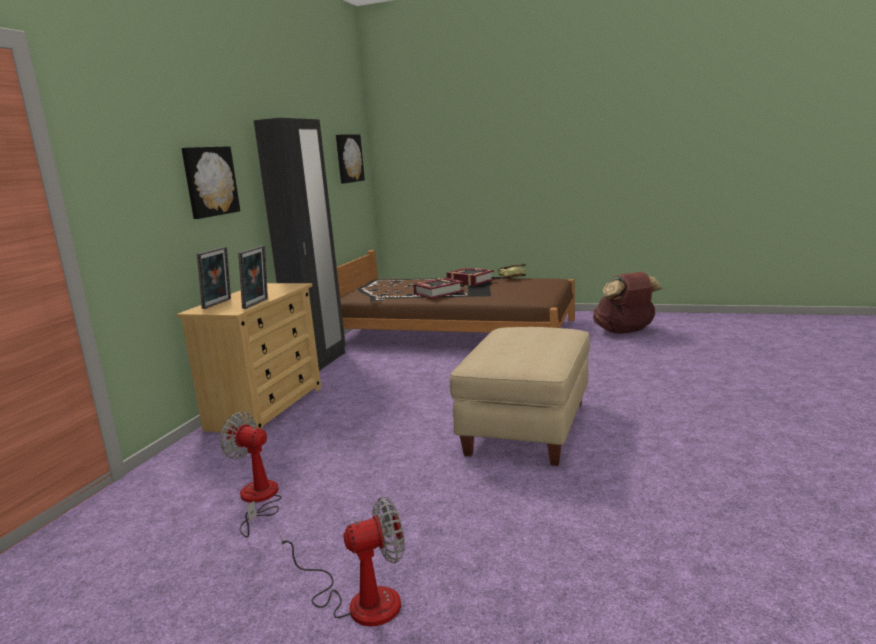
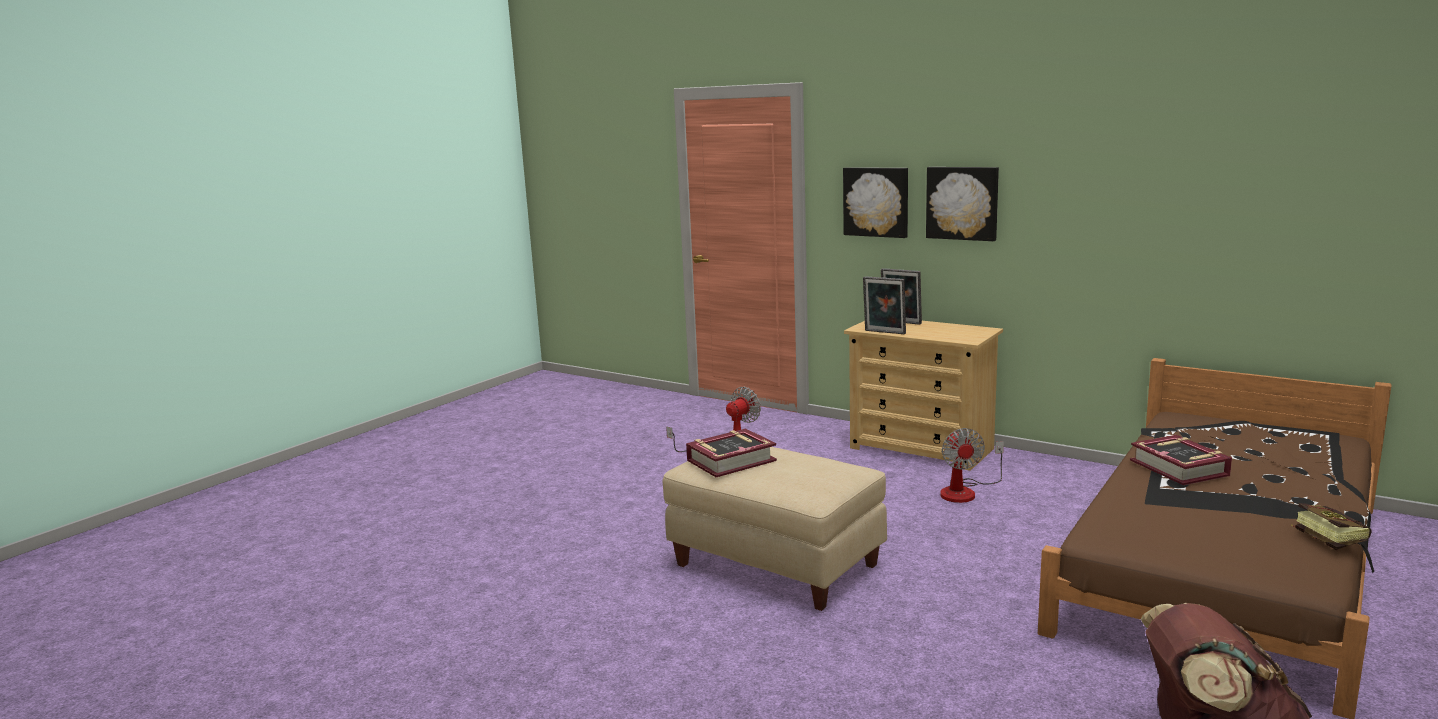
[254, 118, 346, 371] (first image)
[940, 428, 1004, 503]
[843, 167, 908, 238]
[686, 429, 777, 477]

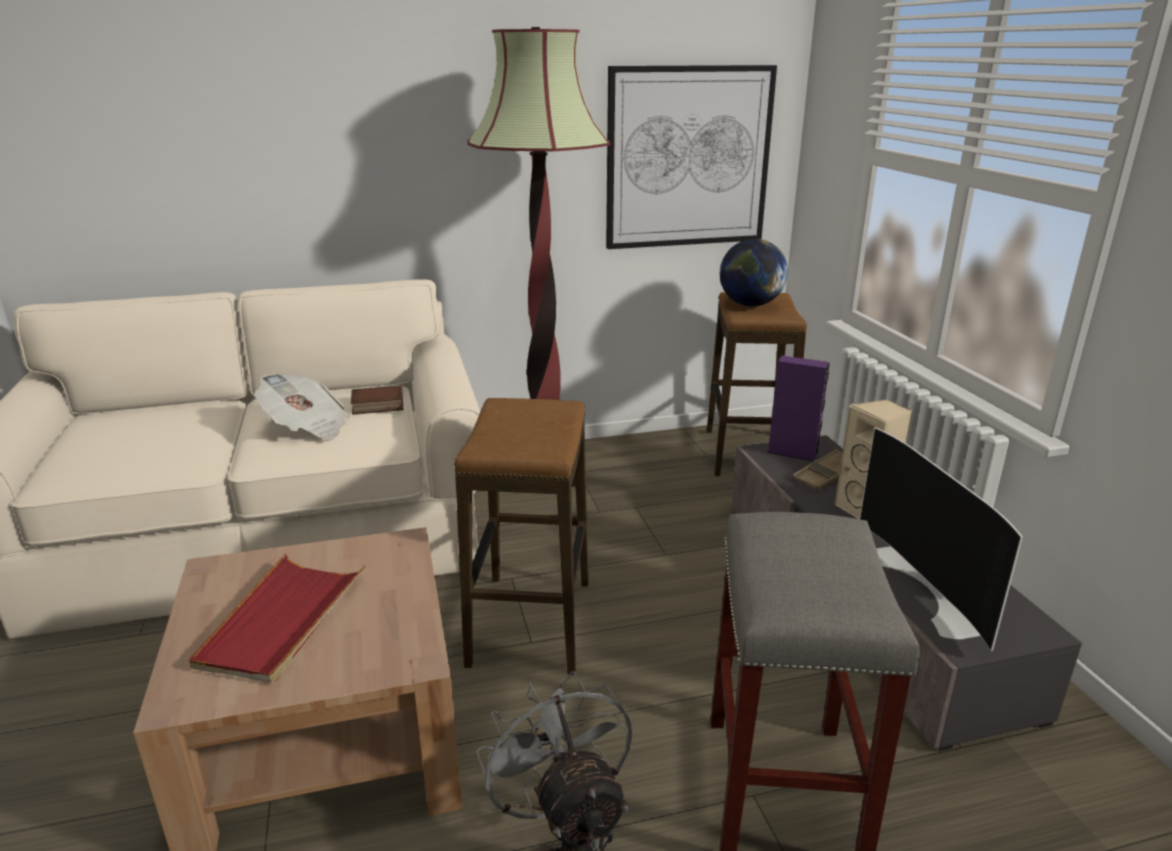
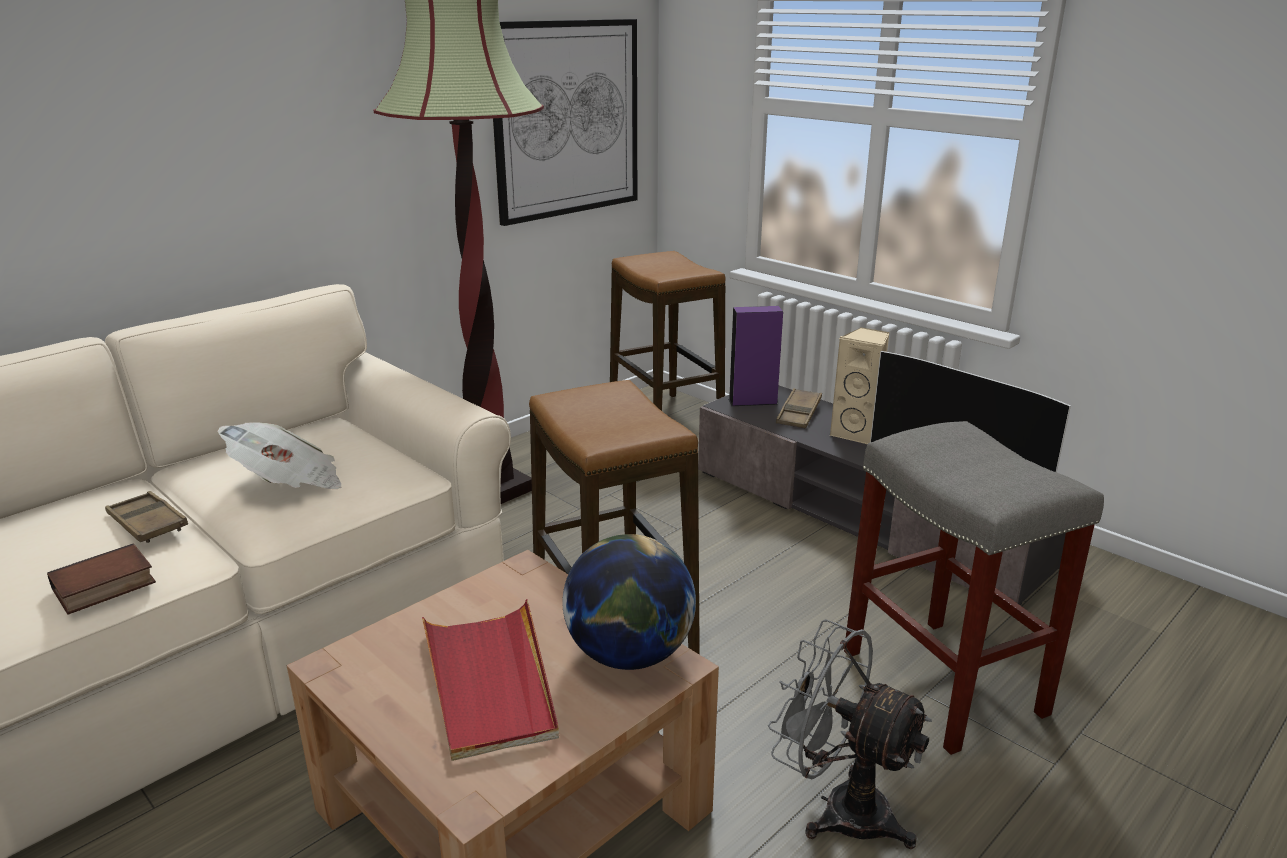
[47, 544, 156, 615]
[562, 534, 696, 670]
[105, 491, 188, 543]

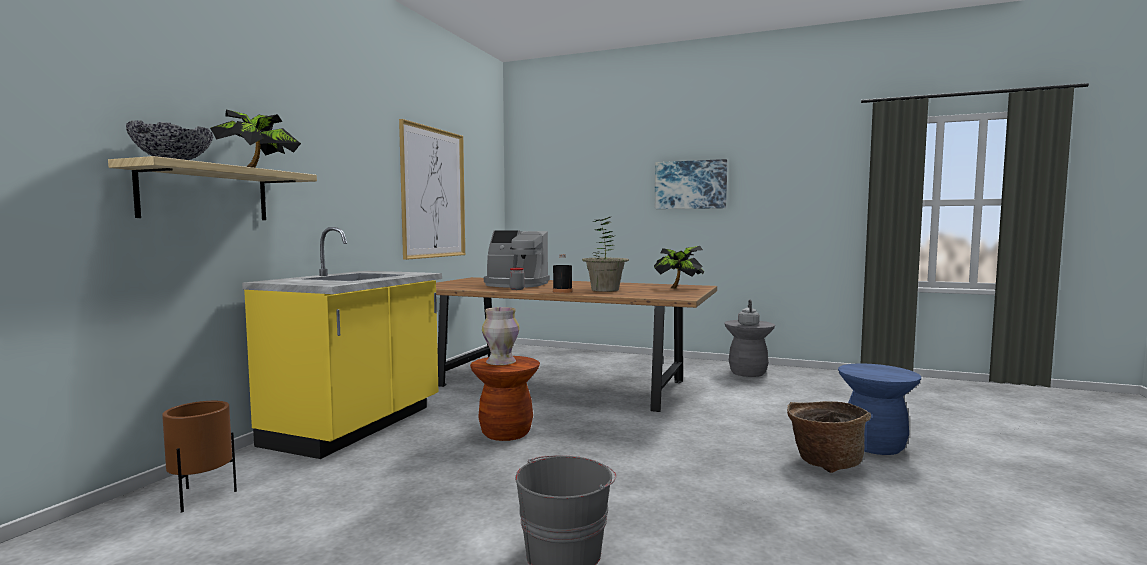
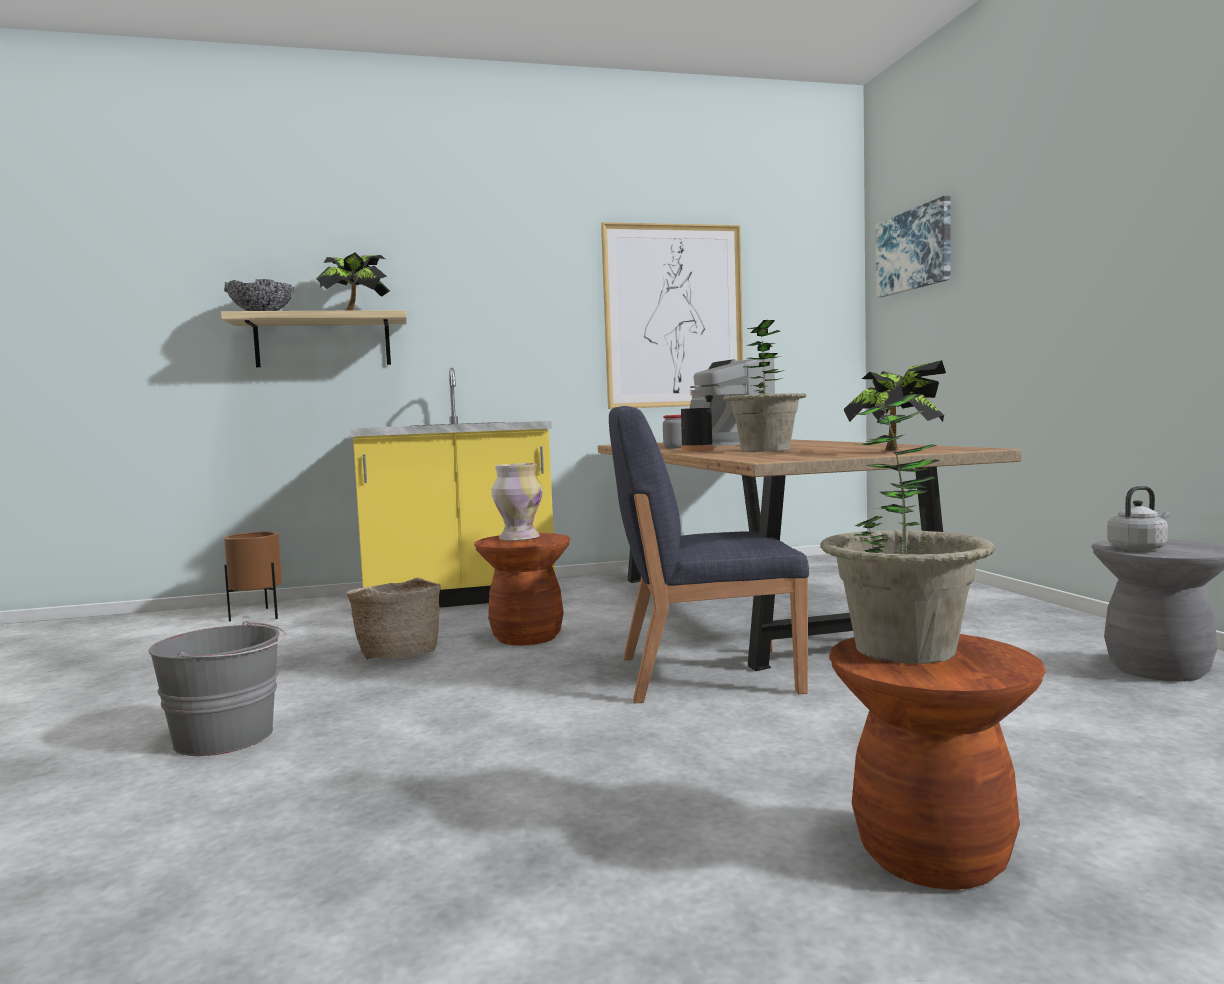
[876, 196, 951, 297]
[346, 578, 441, 659]
[829, 634, 1046, 890]
[609, 406, 809, 703]
[820, 394, 995, 664]

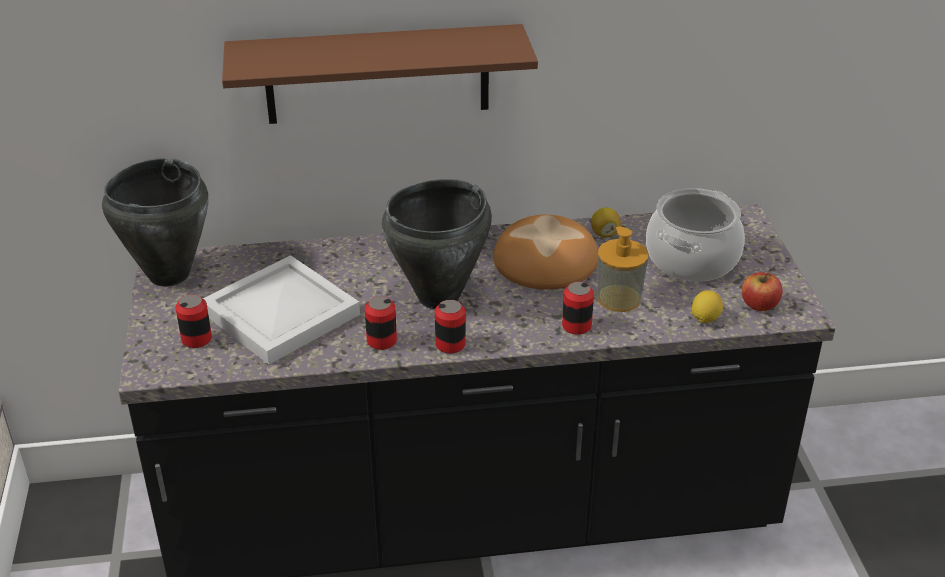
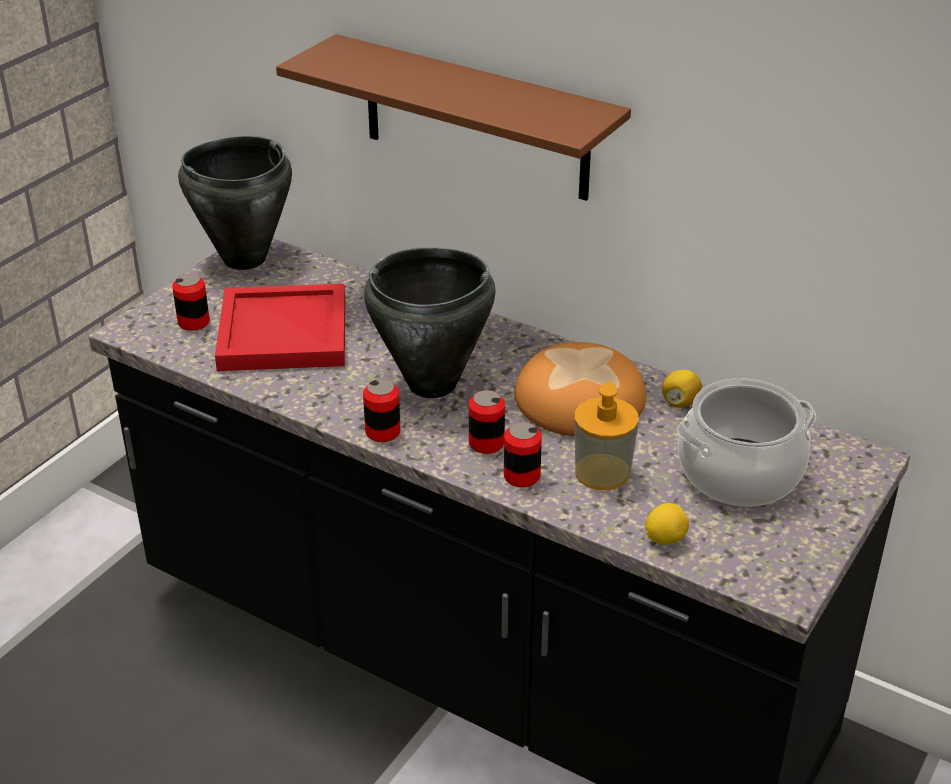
[215, 284, 345, 371]
[469, 390, 505, 454]
[742, 272, 783, 311] (first image)

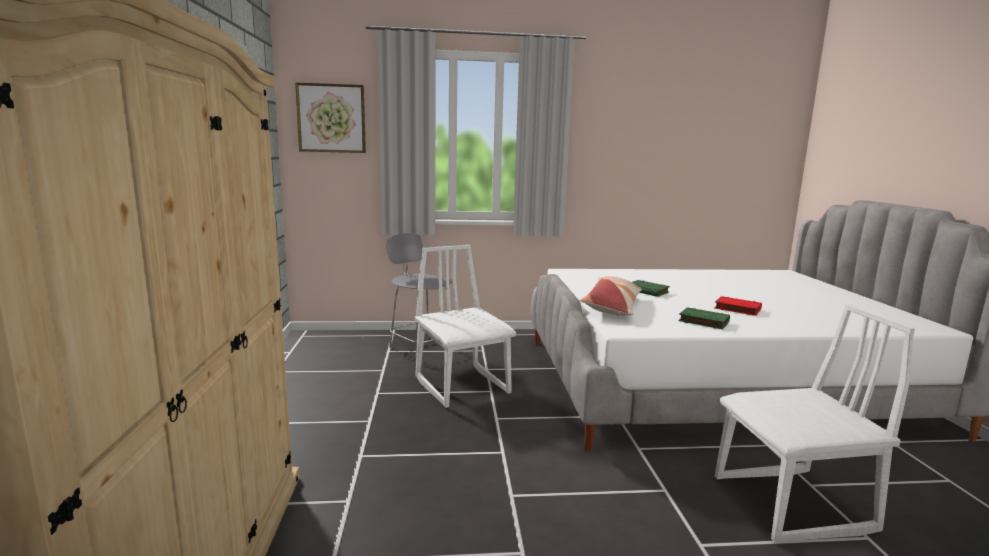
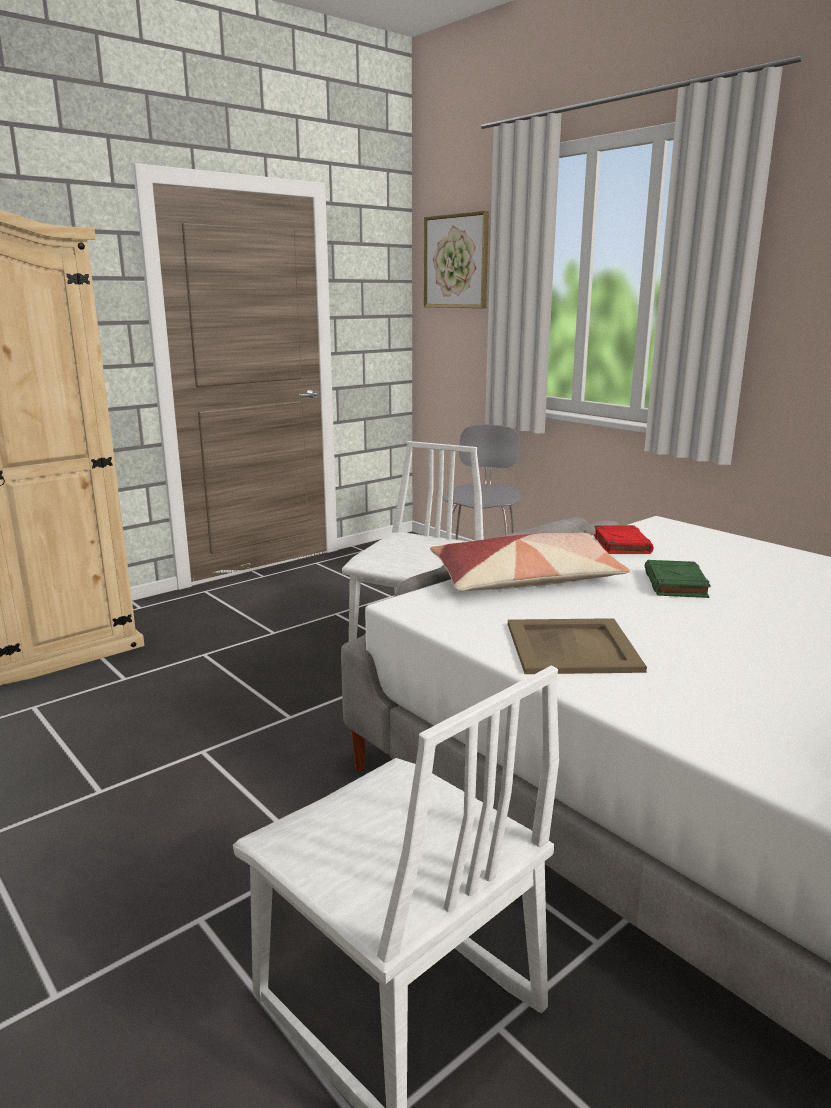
[508, 618, 647, 674]
[594, 525, 654, 554]

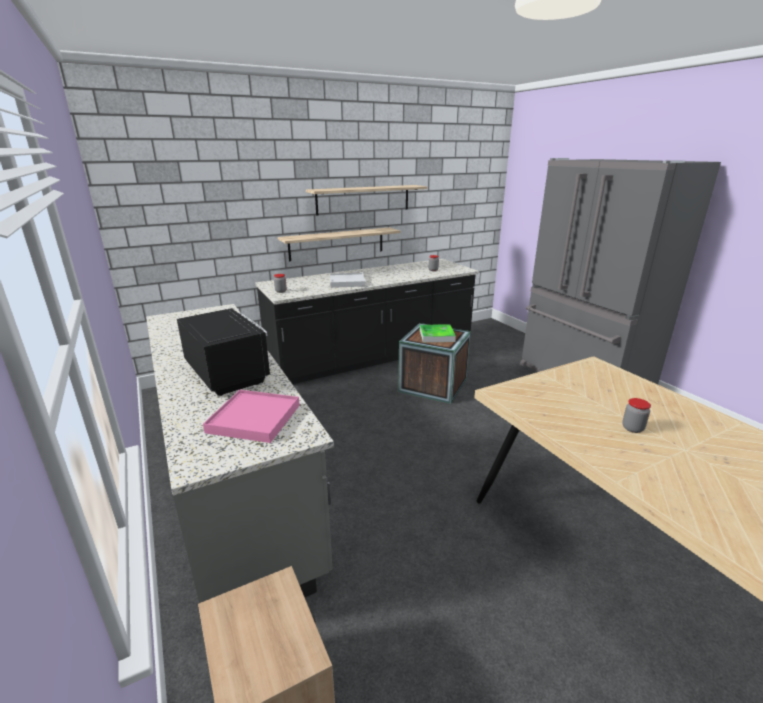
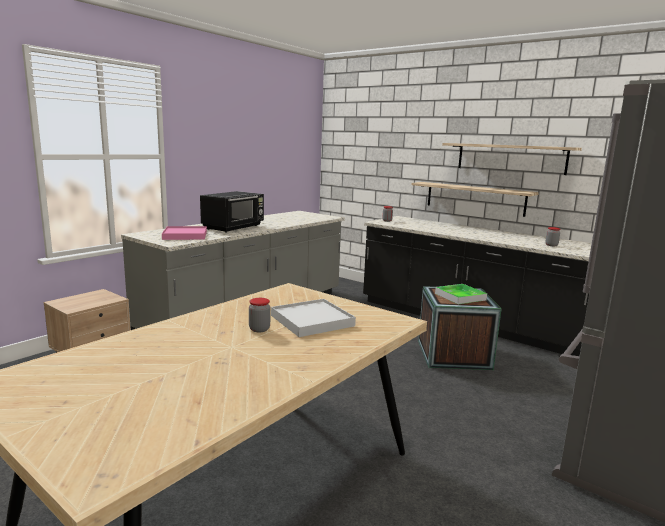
[271, 299, 356, 337]

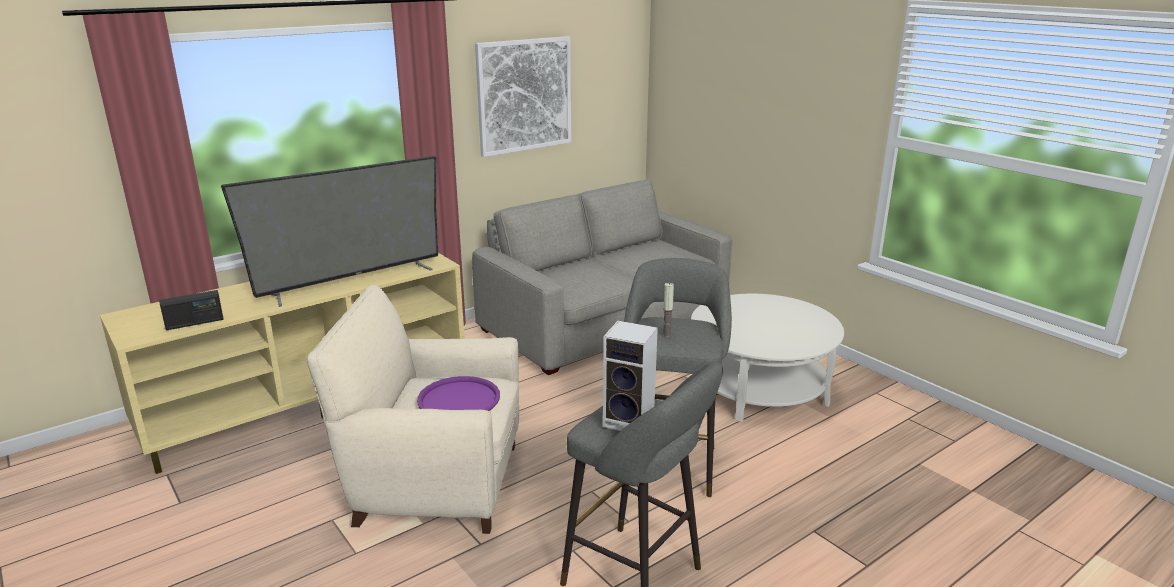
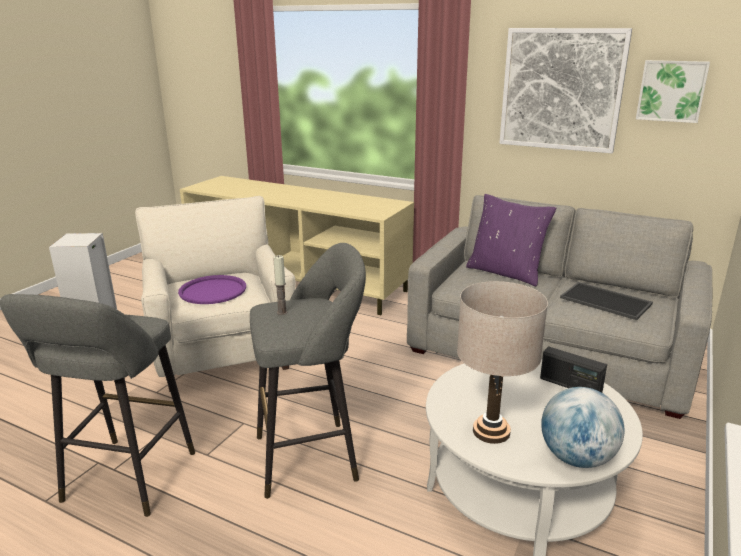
[540, 346, 607, 393]
[221, 156, 438, 307] (first image)
[457, 281, 548, 444]
[466, 194, 556, 286]
[541, 387, 625, 468]
[560, 282, 653, 320]
[636, 60, 710, 123]

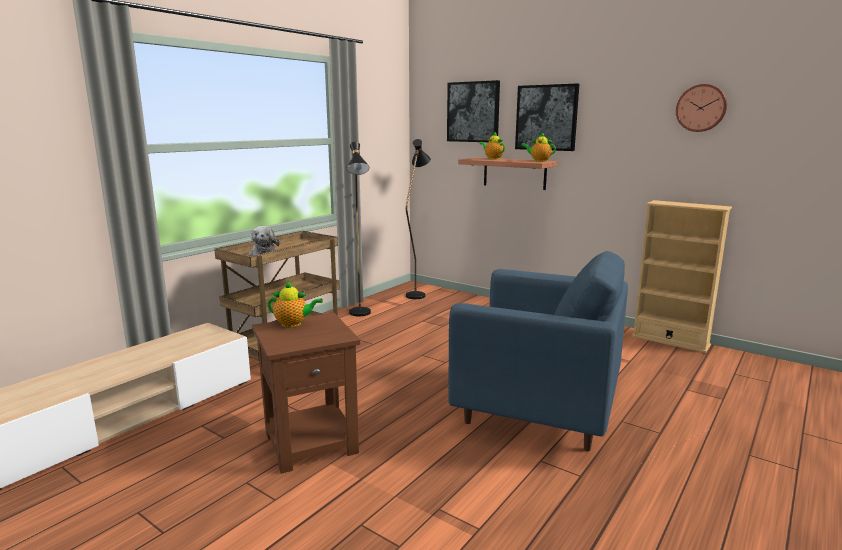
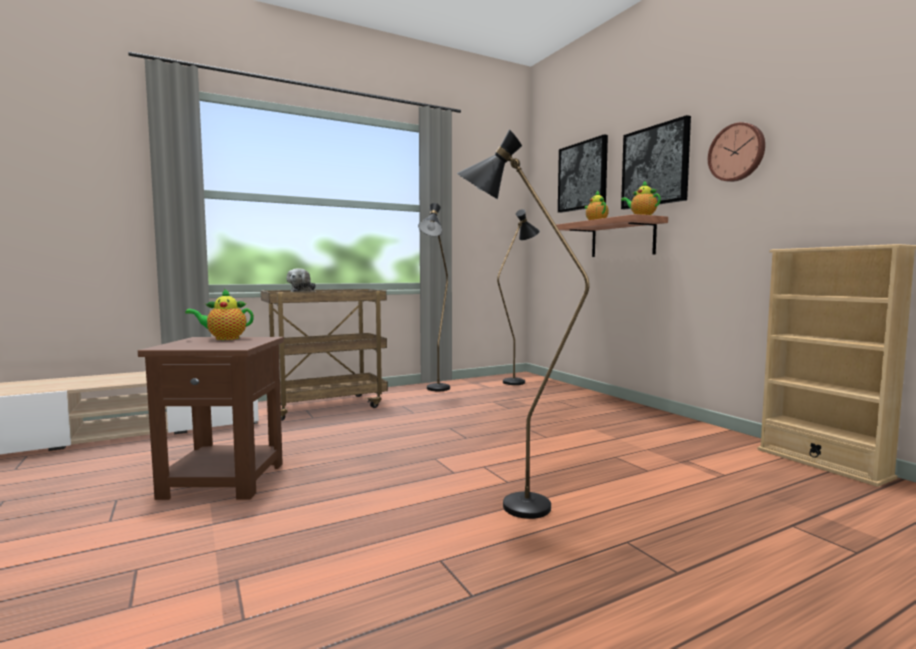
[185, 289, 254, 340]
[457, 129, 590, 519]
[708, 122, 765, 182]

